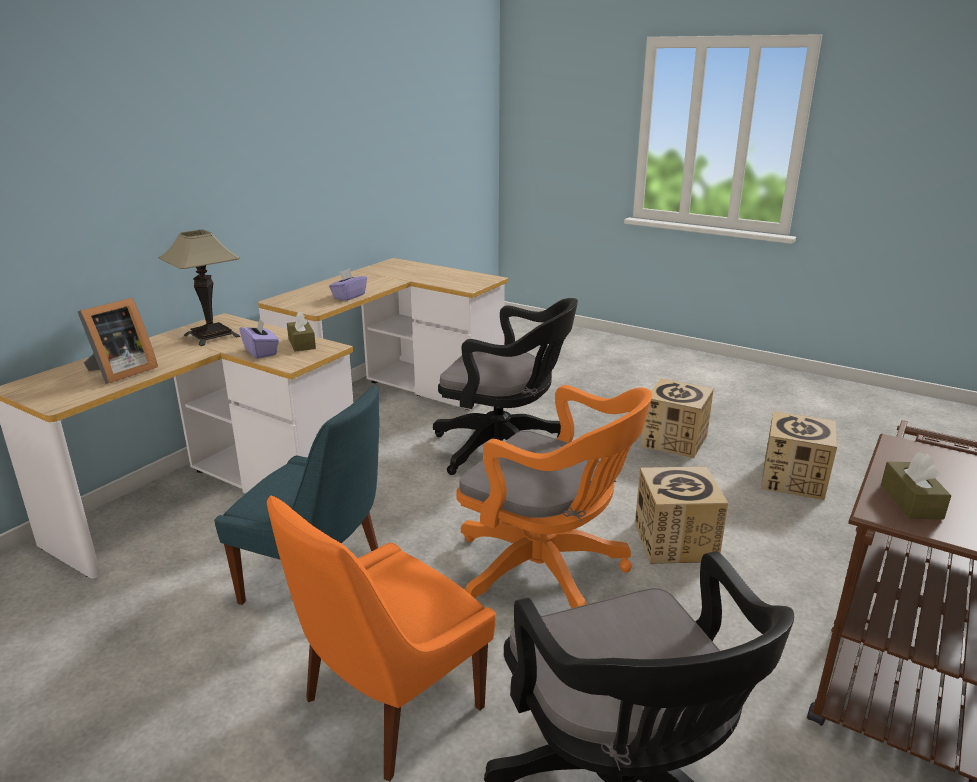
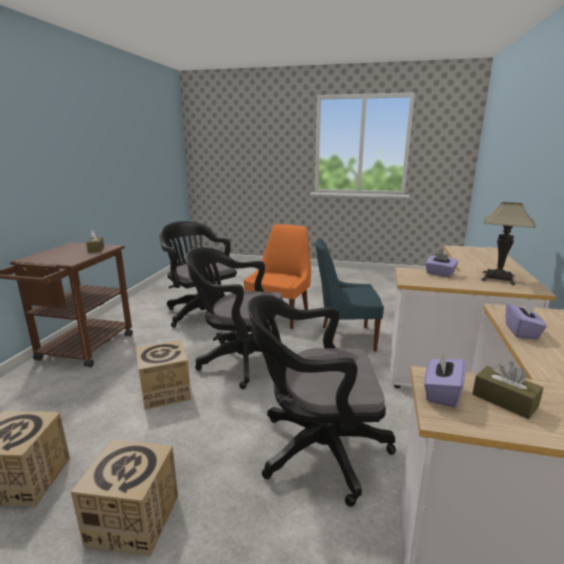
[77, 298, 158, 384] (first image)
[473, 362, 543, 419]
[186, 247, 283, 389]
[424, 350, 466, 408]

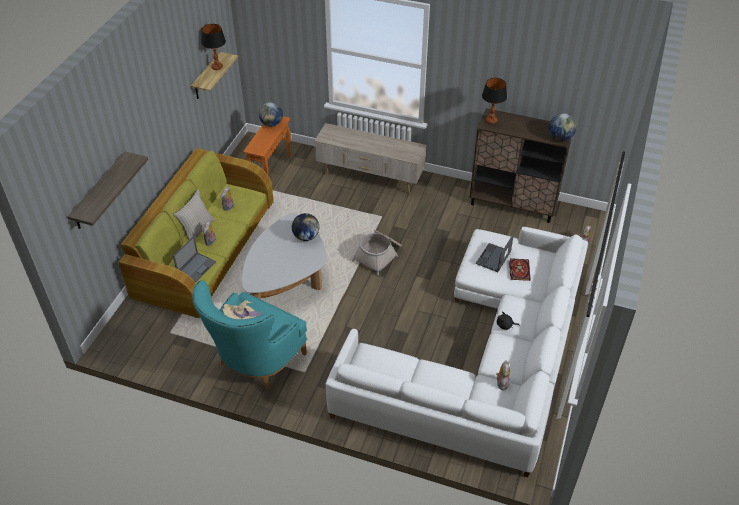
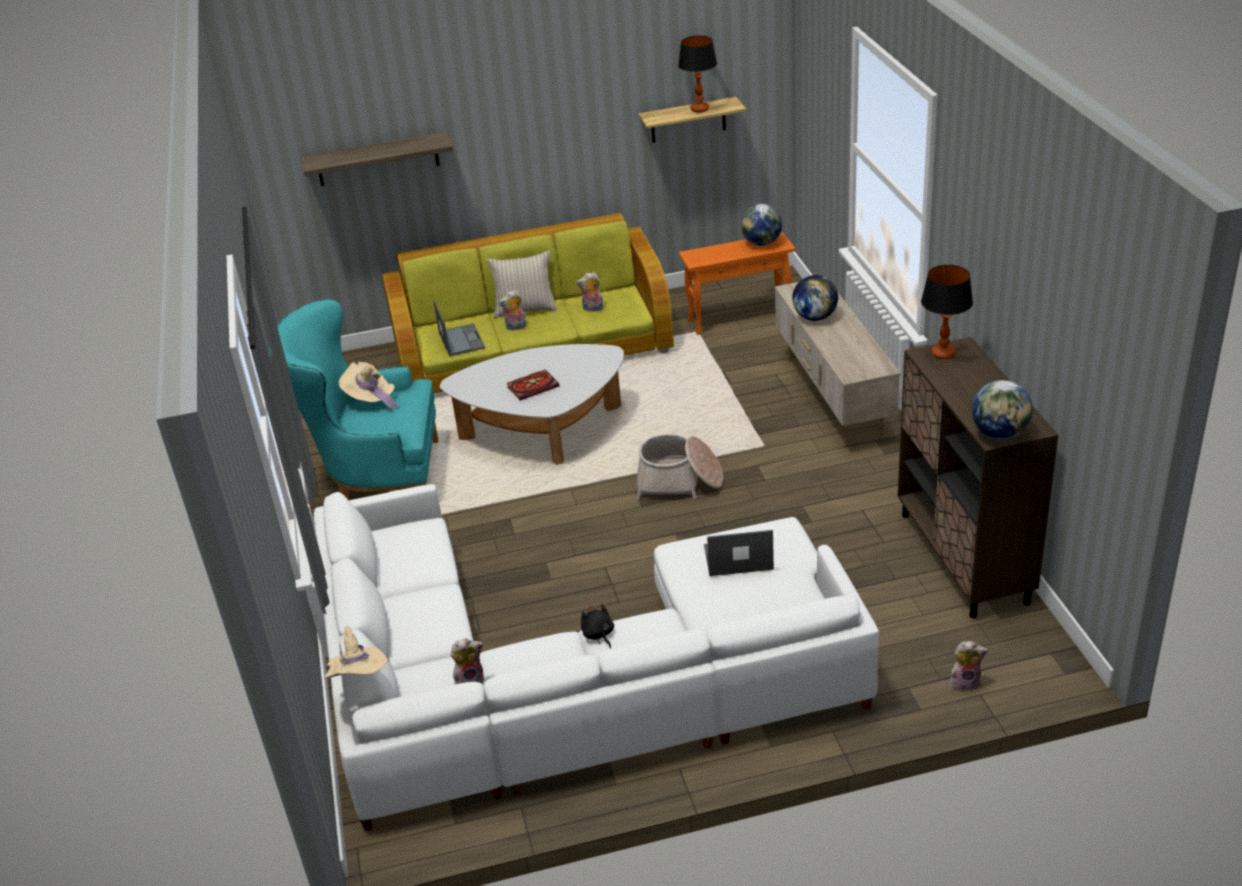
[433, 300, 485, 356]
[792, 275, 838, 321]
[507, 370, 559, 400]
[324, 626, 388, 679]

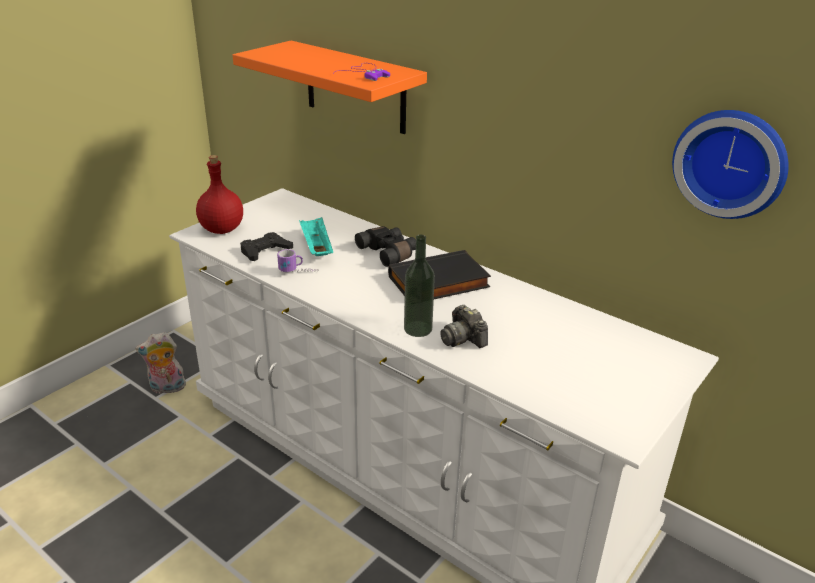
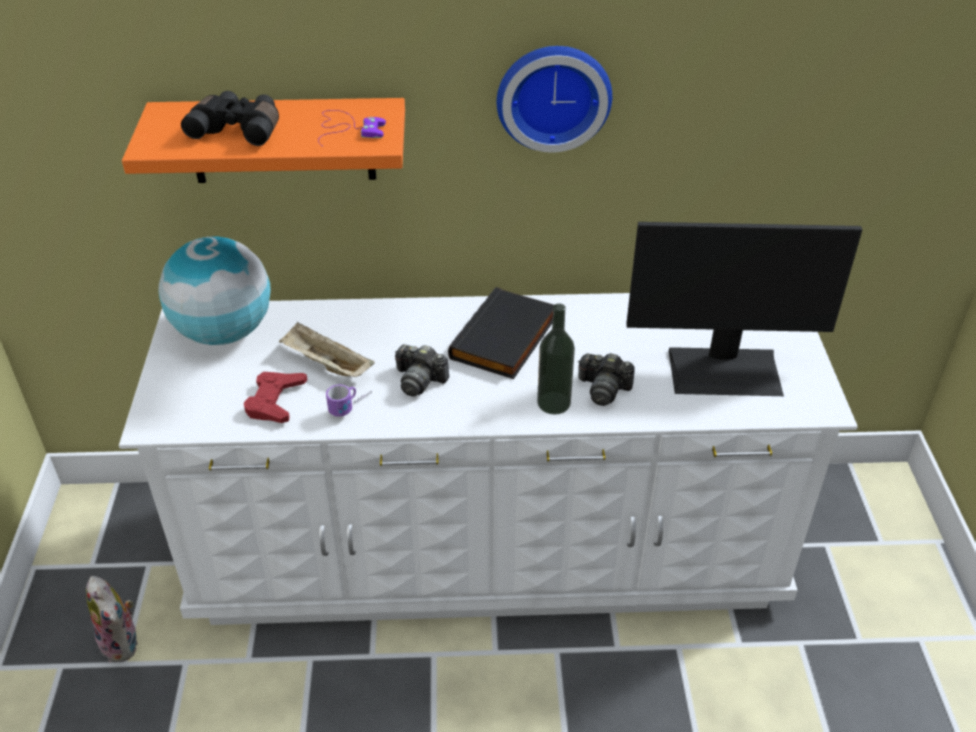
[86, 576, 138, 662]
[196, 155, 243, 234] (first image)
[244, 372, 307, 423]
[279, 322, 375, 377]
[181, 91, 279, 146]
[497, 46, 612, 153]
[158, 236, 271, 345]
[395, 344, 449, 397]
[626, 222, 862, 396]

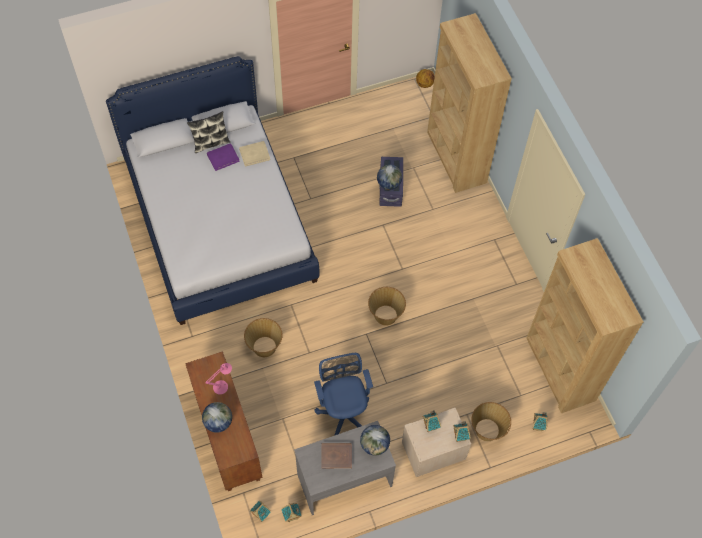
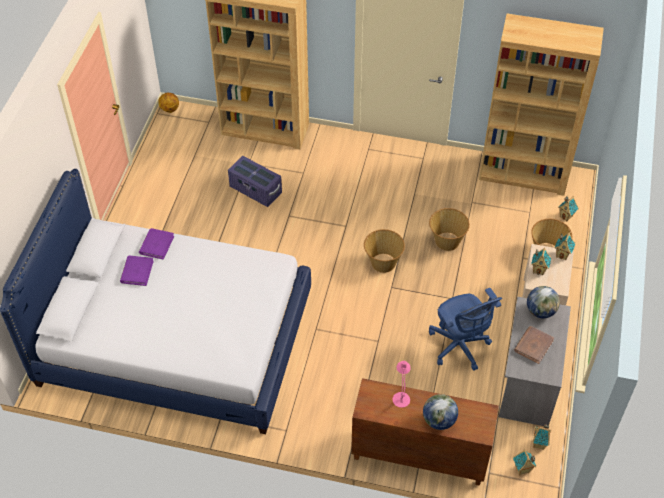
[187, 111, 231, 153] (first image)
[139, 228, 174, 260]
[429, 208, 470, 251]
[429, 288, 502, 371]
[377, 164, 402, 190] (first image)

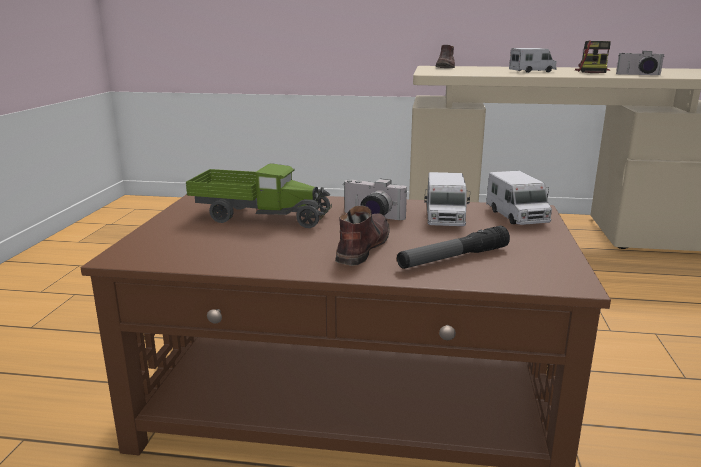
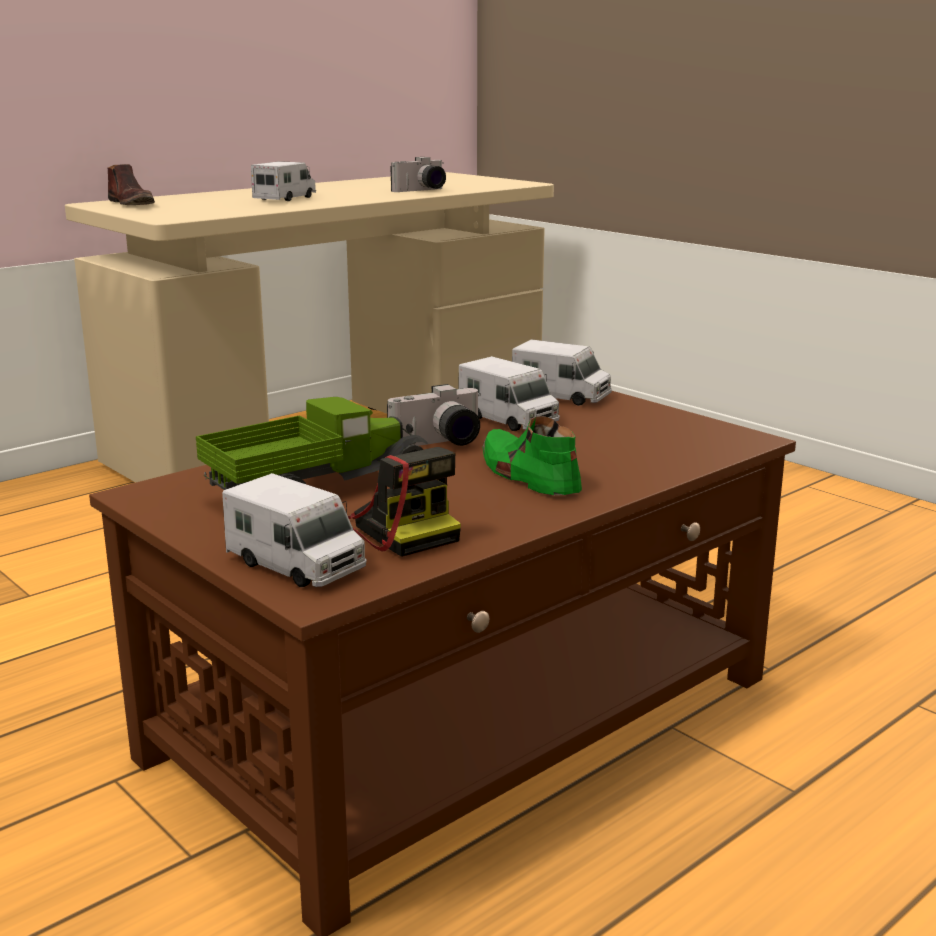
[482, 416, 582, 495]
[397, 226, 510, 269] (first image)
[348, 447, 461, 557]
[222, 473, 367, 587]

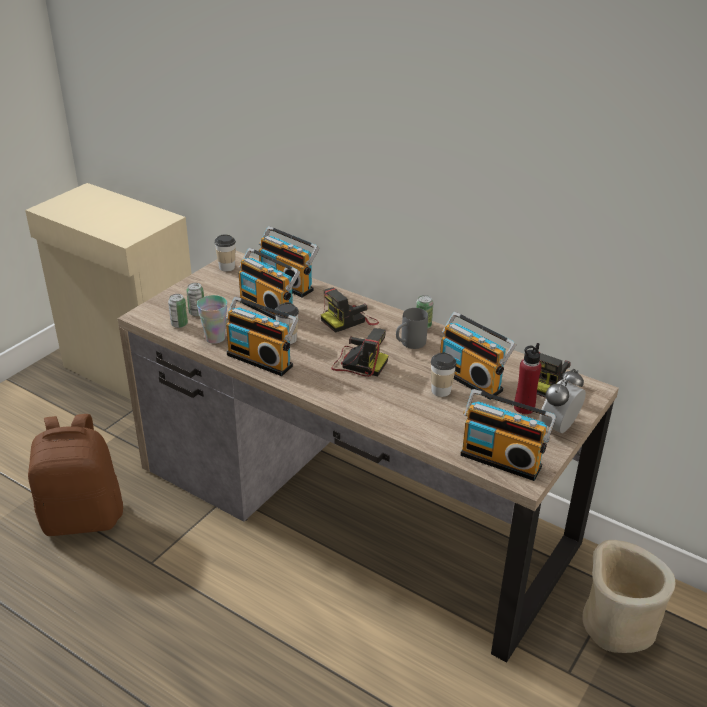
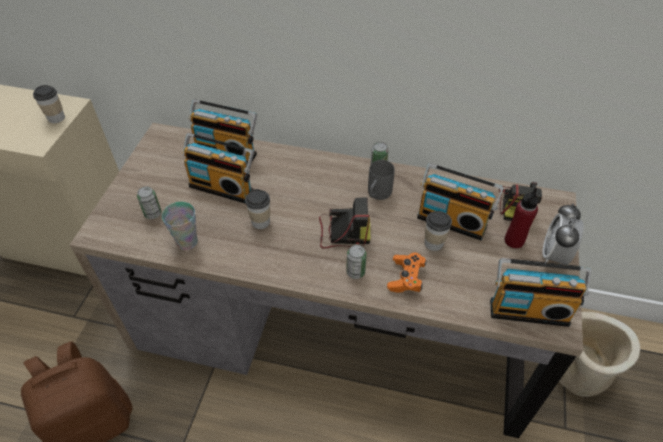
[346, 245, 367, 279]
[33, 85, 65, 123]
[226, 297, 298, 376] (first image)
[321, 288, 379, 333] (first image)
[387, 253, 427, 293]

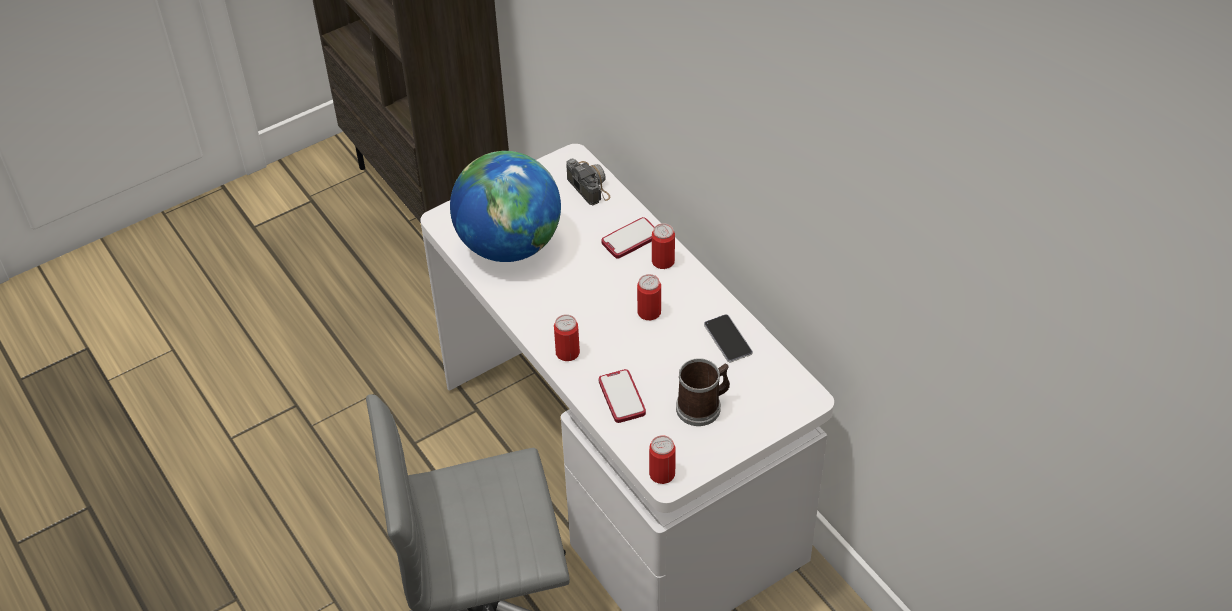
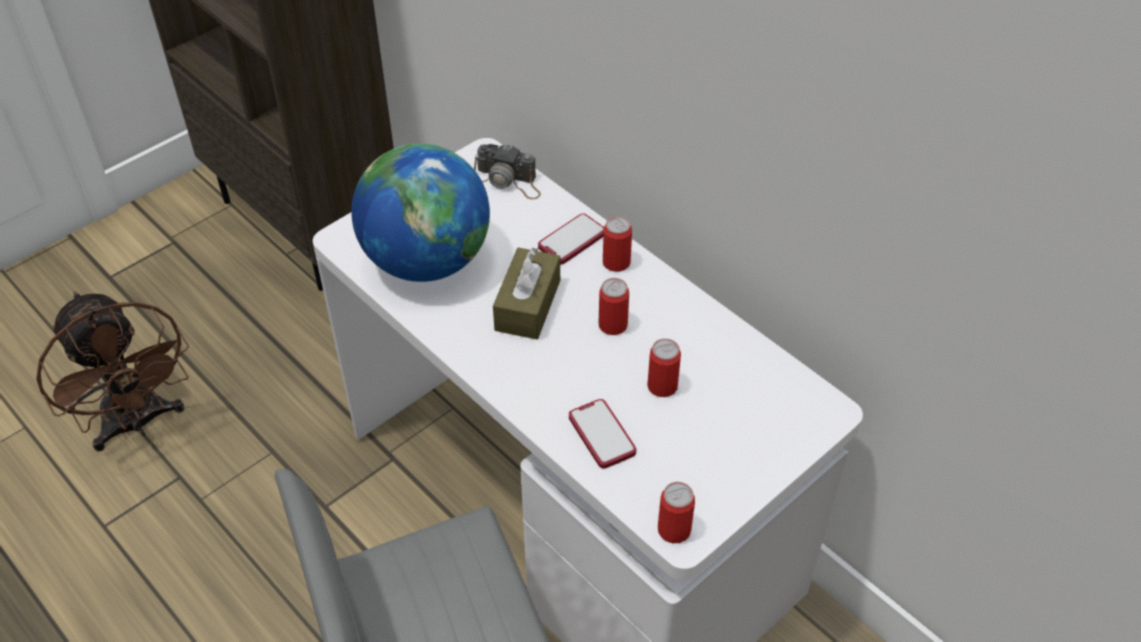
[647, 338, 681, 397]
[474, 143, 541, 199]
[676, 358, 730, 426] (first image)
[704, 314, 753, 363] (first image)
[36, 292, 189, 452]
[493, 247, 560, 339]

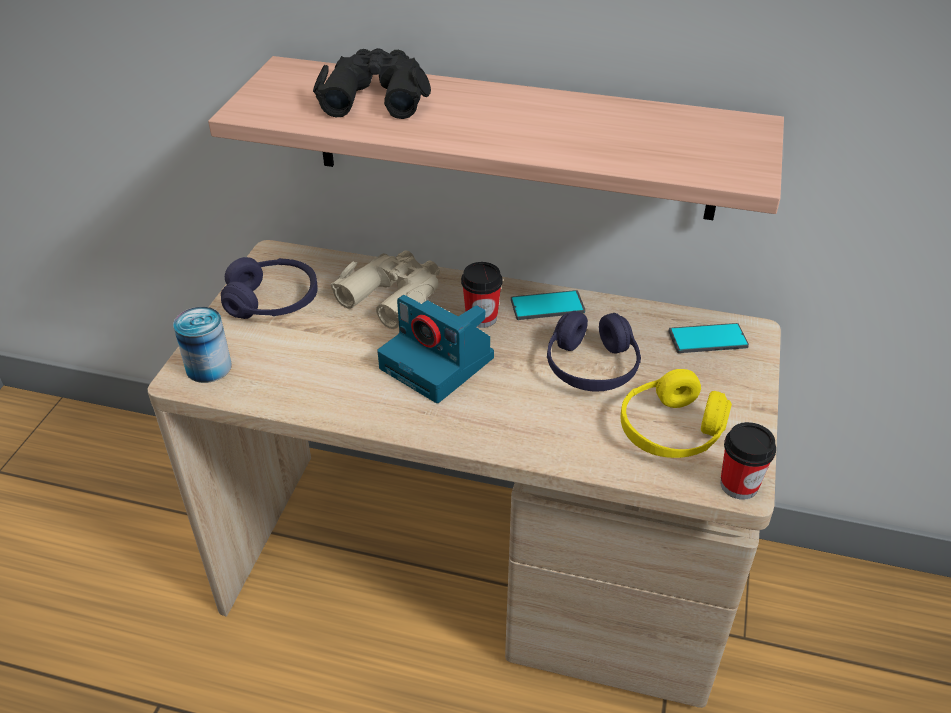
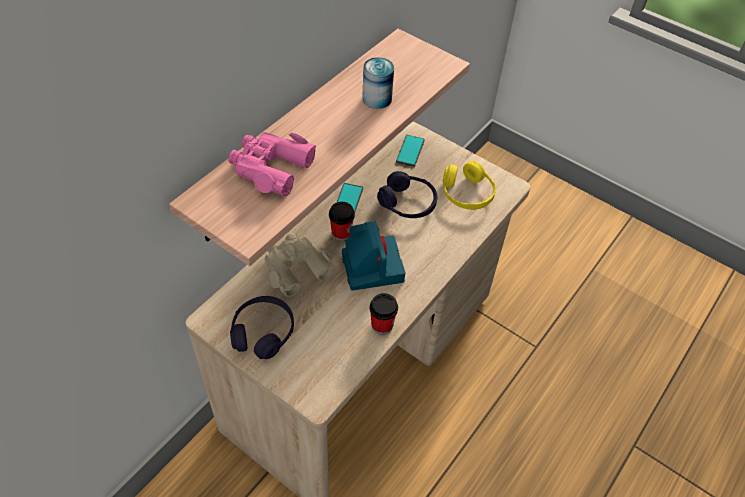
[362, 57, 394, 109]
[228, 132, 316, 197]
[342, 221, 405, 291]
[370, 293, 398, 335]

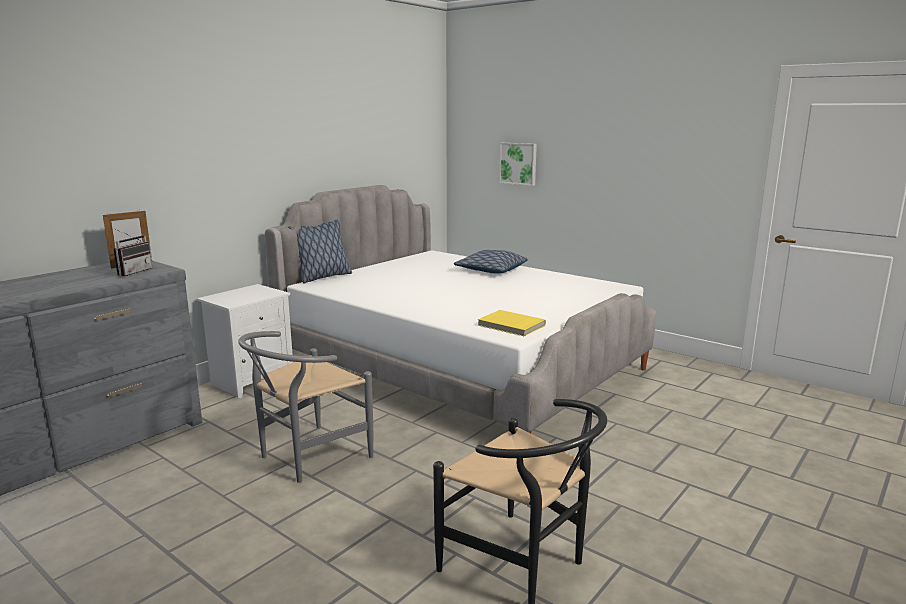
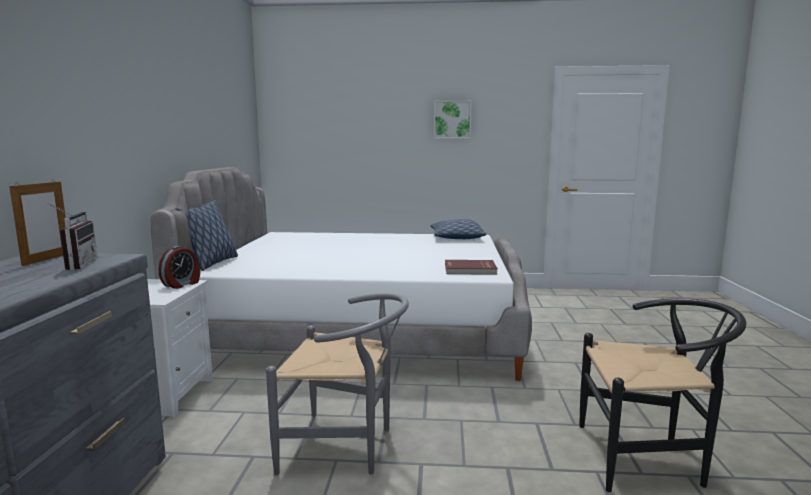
[266, 293, 409, 476]
[431, 219, 486, 239]
[445, 260, 498, 275]
[434, 100, 472, 139]
[158, 246, 200, 289]

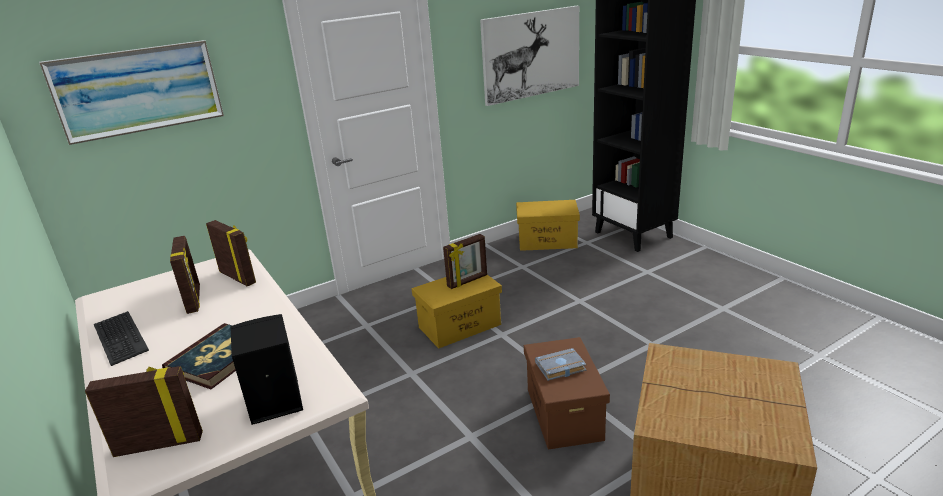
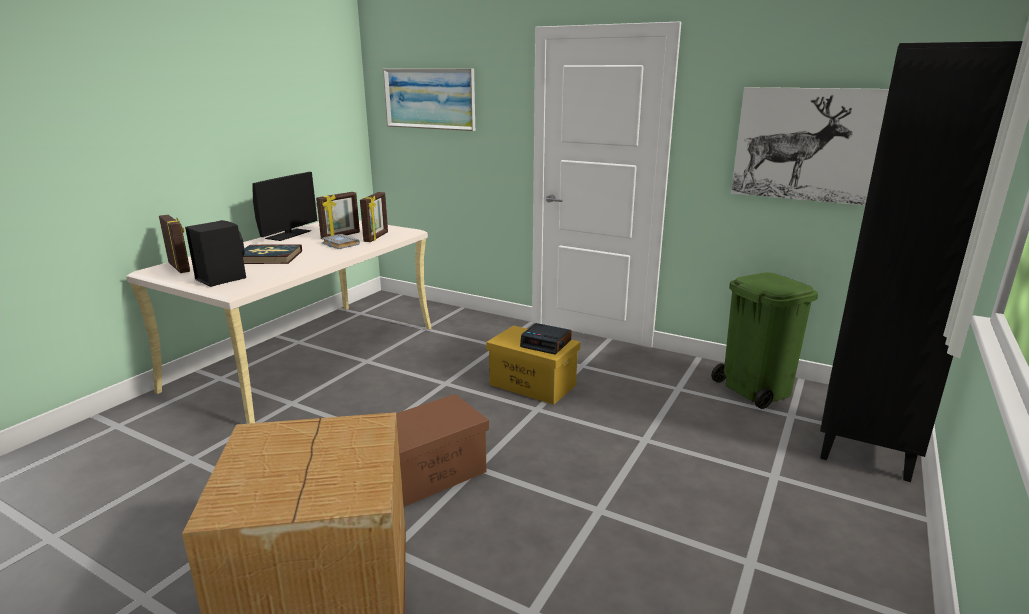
[252, 172, 318, 241]
[520, 323, 572, 354]
[711, 272, 818, 409]
[321, 234, 360, 249]

